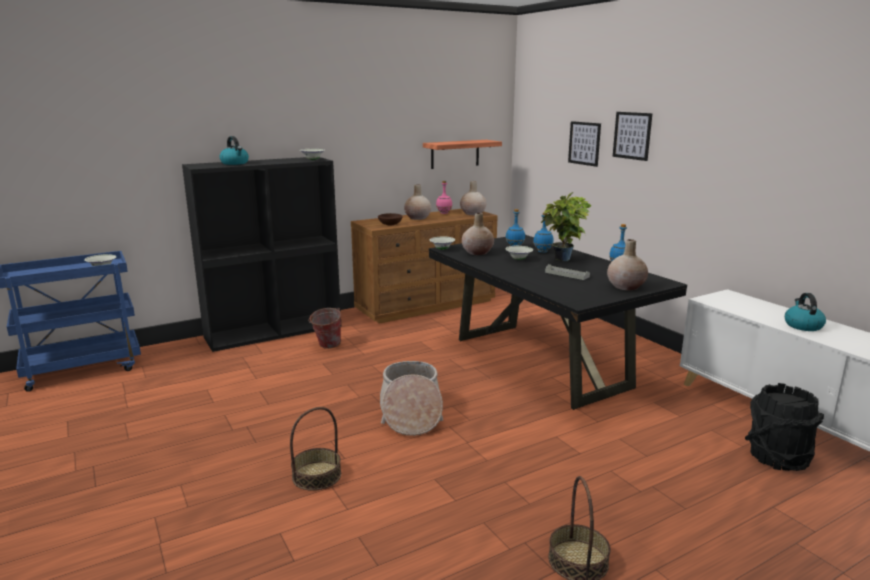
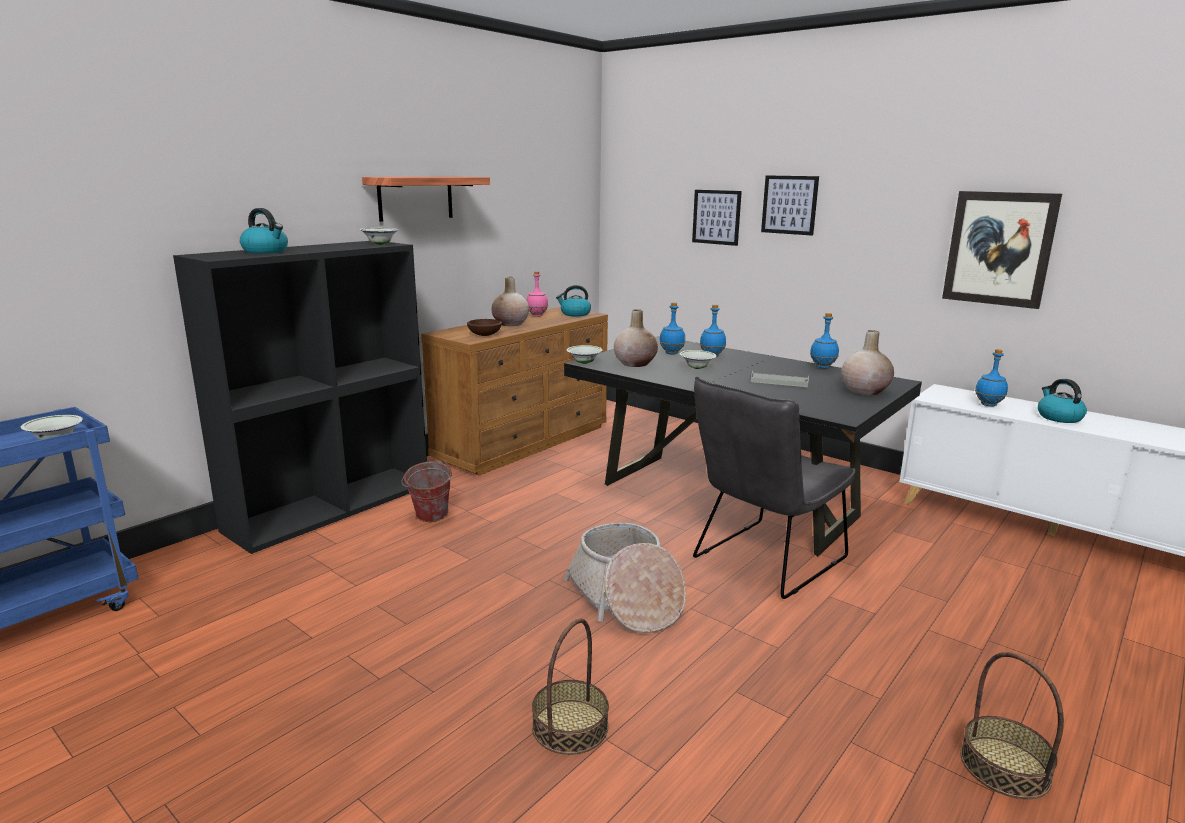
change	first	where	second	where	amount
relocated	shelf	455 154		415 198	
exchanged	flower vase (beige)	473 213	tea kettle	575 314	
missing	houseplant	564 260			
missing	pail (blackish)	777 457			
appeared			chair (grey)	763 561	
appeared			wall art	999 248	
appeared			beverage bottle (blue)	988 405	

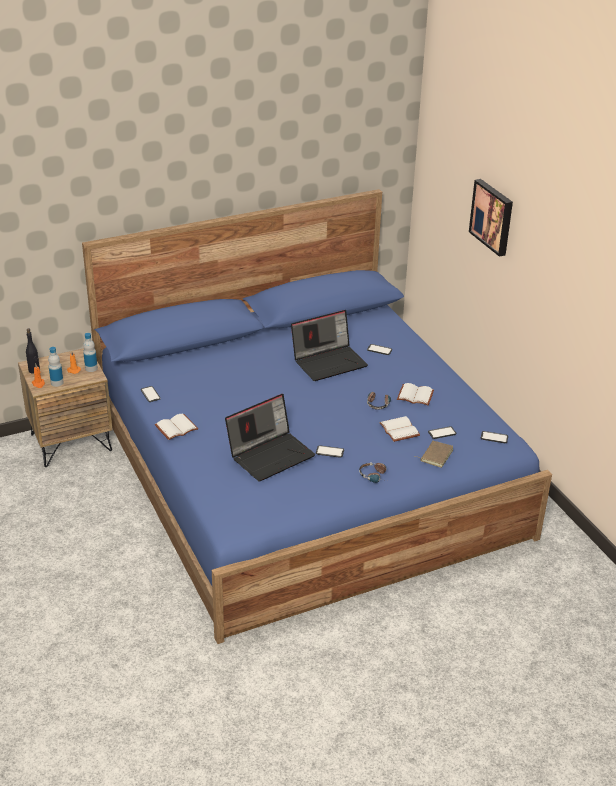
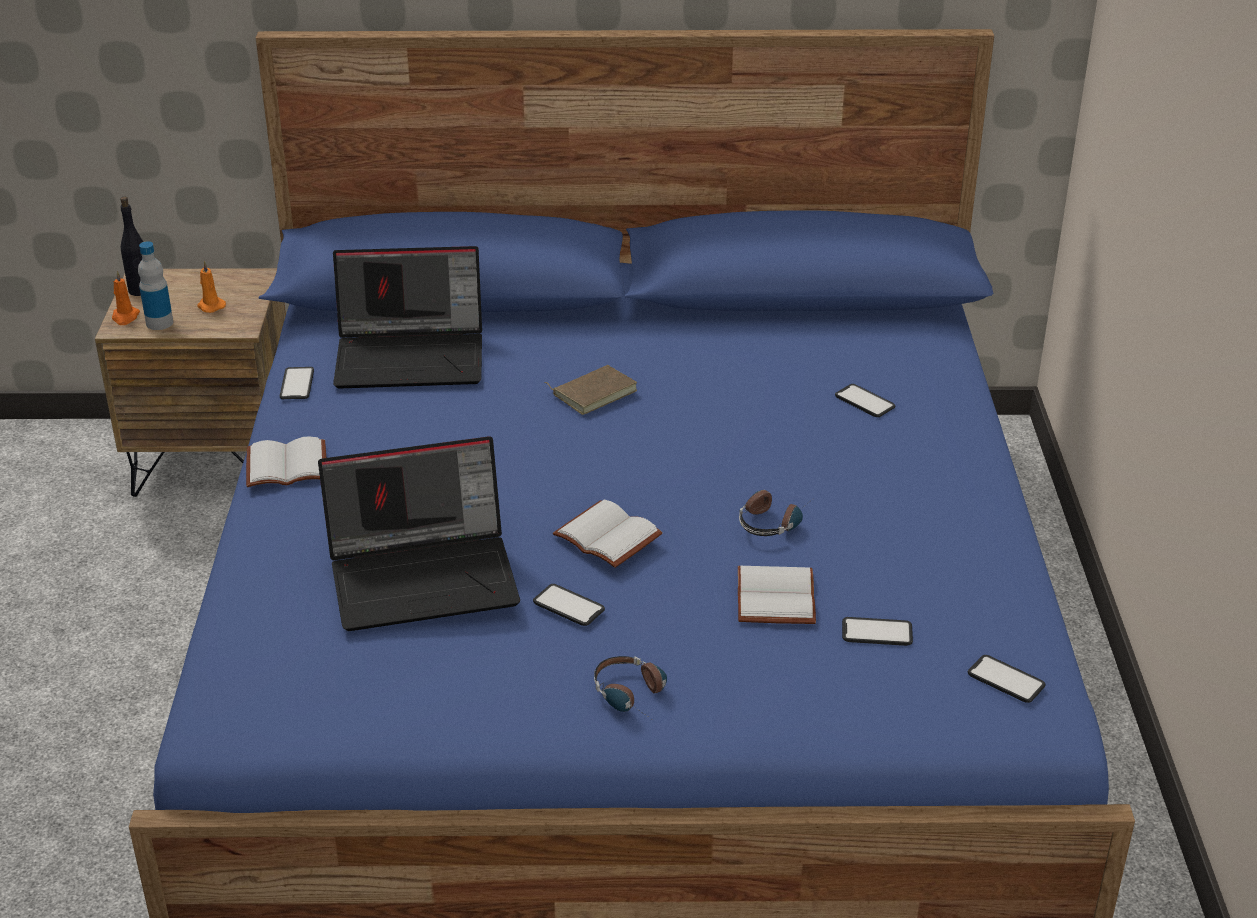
change	first	where	second	where	amount
missing	beverage bottle	91 368			
relocated	portable computer	329 361		412 356	
relocated	volume (white)	414 396		604 537	
relocated	volume (brown)	435 455		593 392	
missing	wall art	493 216			

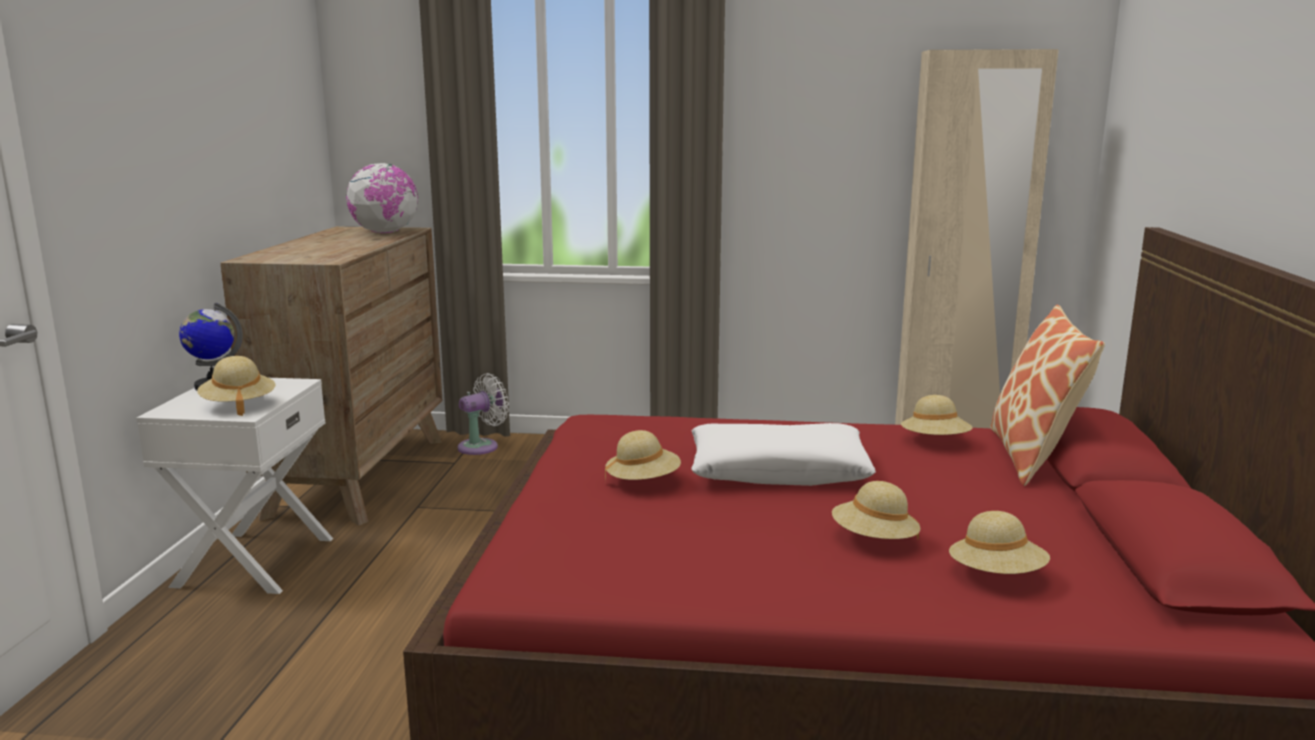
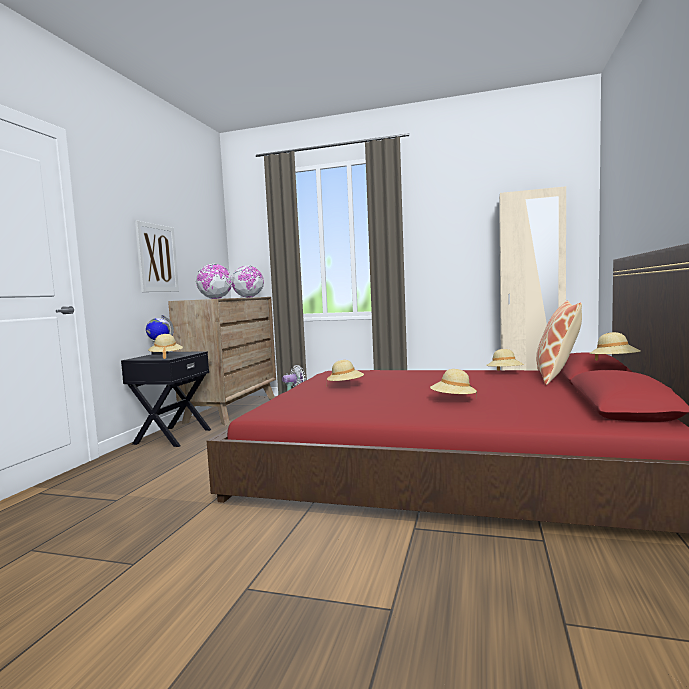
change	first	where	second	where	amount
colour	night table (white)	253 561	night table (blackish)	172 436	
missing	pillow (white)	778 471			
relocated	wearable hat (beige)	996 575		614 363	
appeared			wall art	157 258	
appeared			desk globe	215 298	

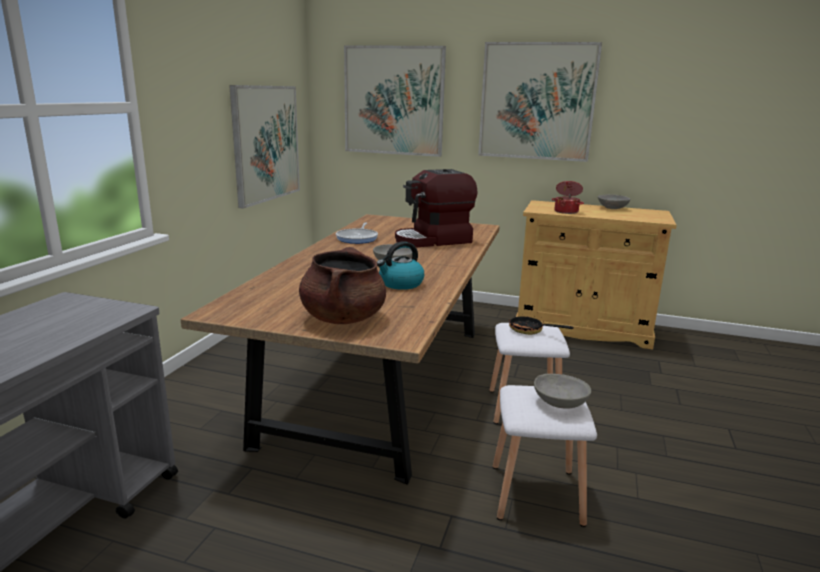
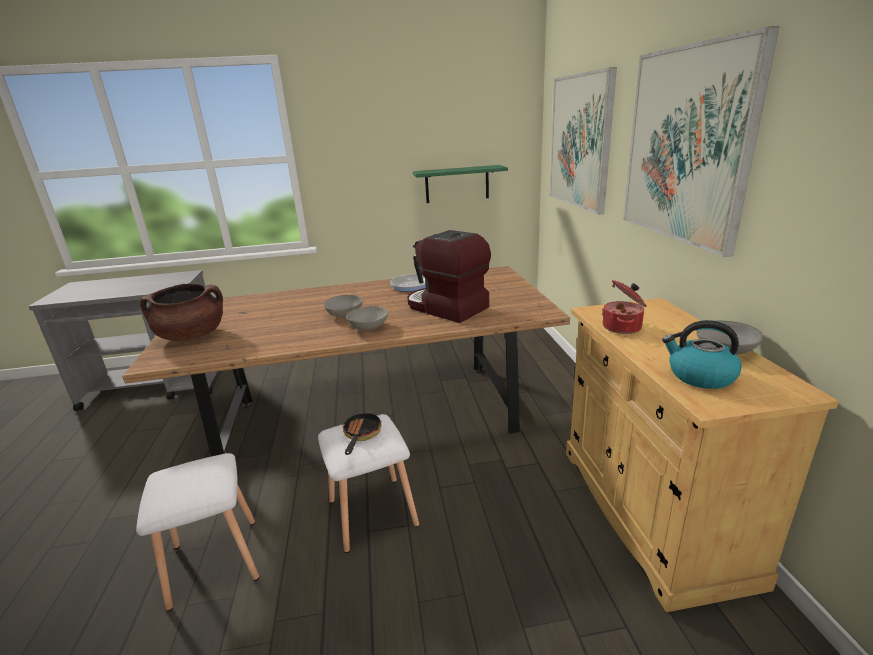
change	first	where	second	where	amount
exchanged	wall art	266 143	shelf (green-coloured)	457 184	
relocated	tea kettle	400 284		699 376	
relocated	deep dish (grey)	559 403		368 327	

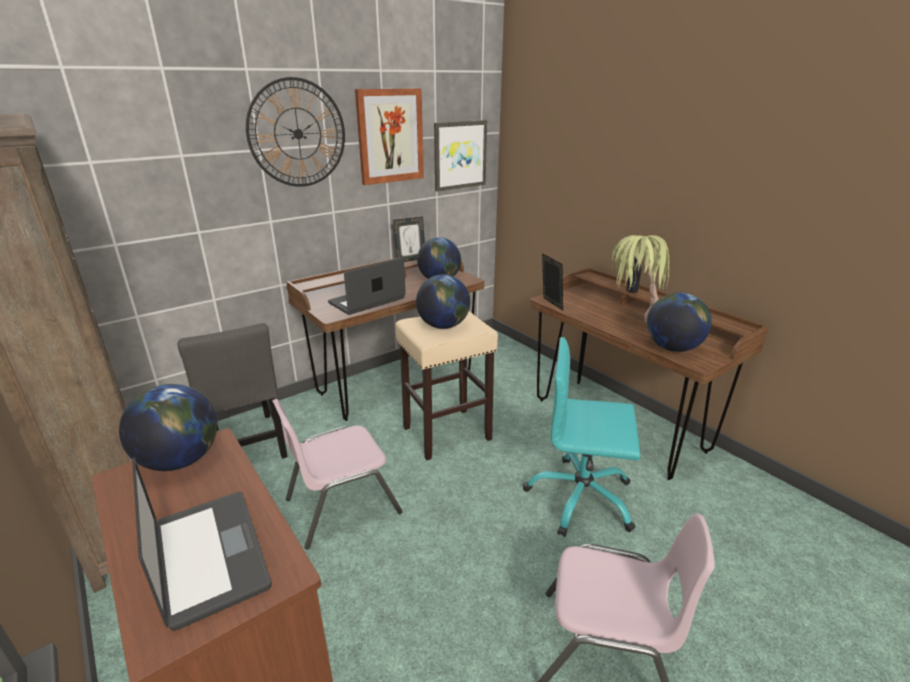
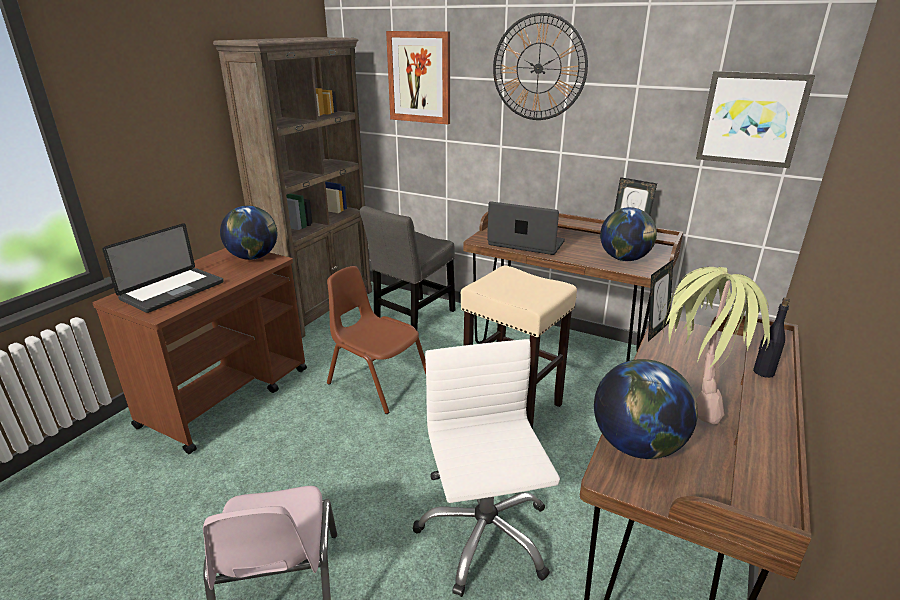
change	first	where	second	where	amount
colour	chair (pink-coloured)	342 505	chair (brown)	378 382	
relocated	wall art	390 136		419 77	
missing	desk globe	443 326			
colour	desk chair (blue-green)	580 498	desk chair (white)	484 535	

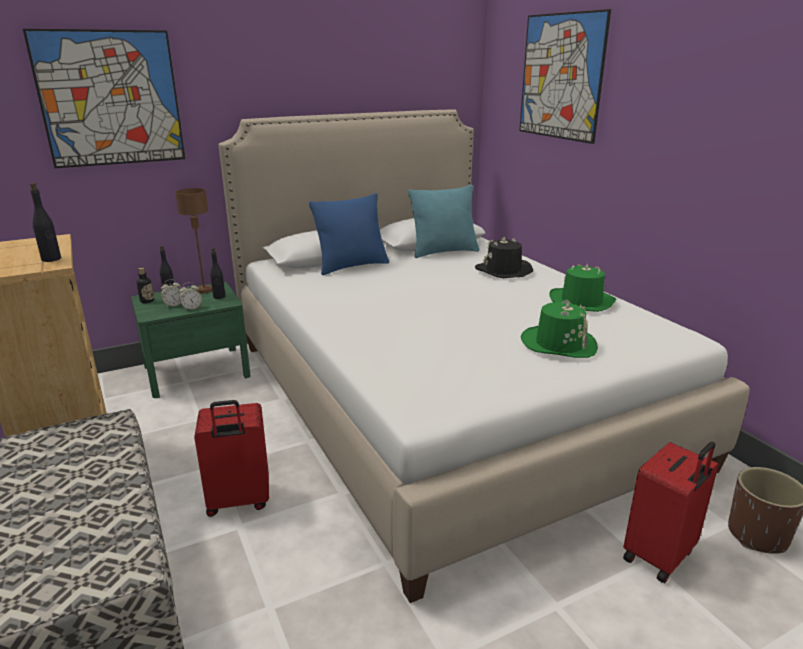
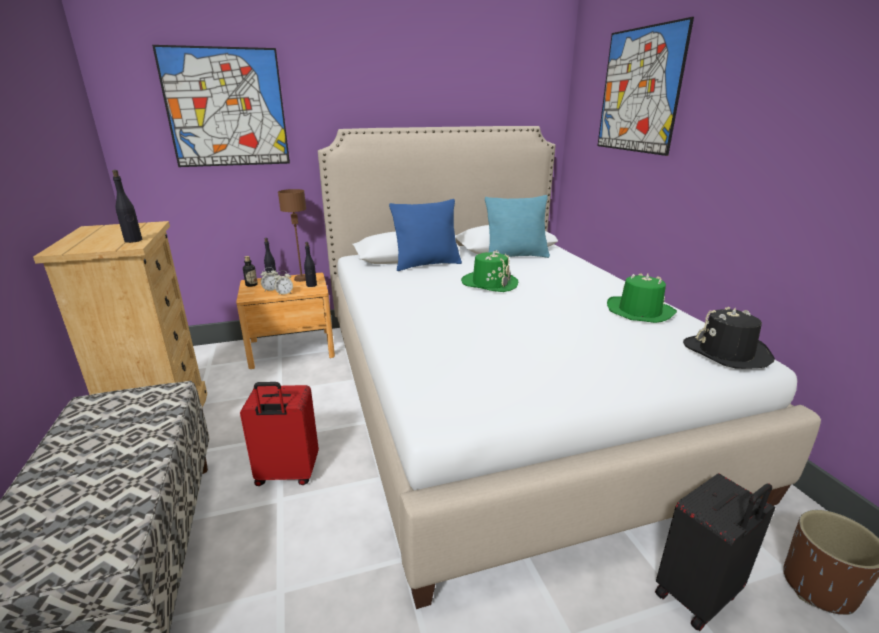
change	first	where	second	where	amount
colour	night table (green-coloured)	197 371	night table (brown)	292 348	
relocated	wearable hat (blackish)	503 271		726 352	
relocated	wearable hat (green-coloured)	559 344		489 283	
colour	travel case (reddish)	660 556	travel case (blackish)	698 596	

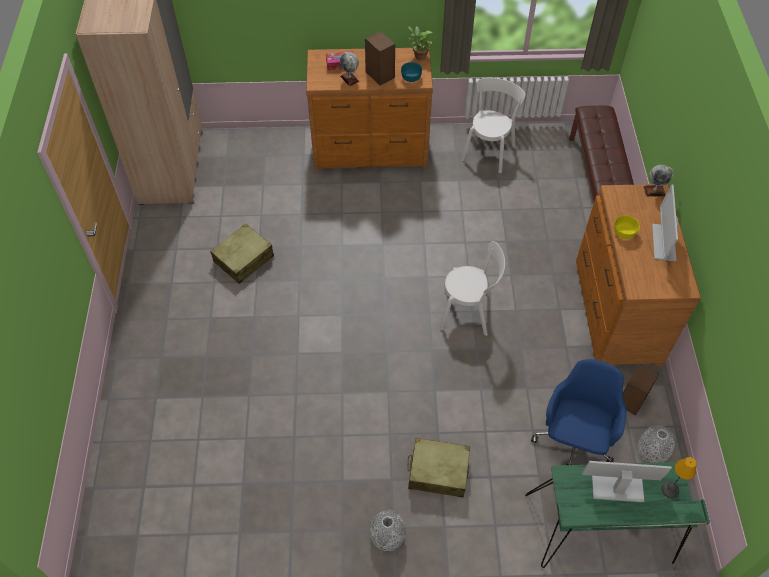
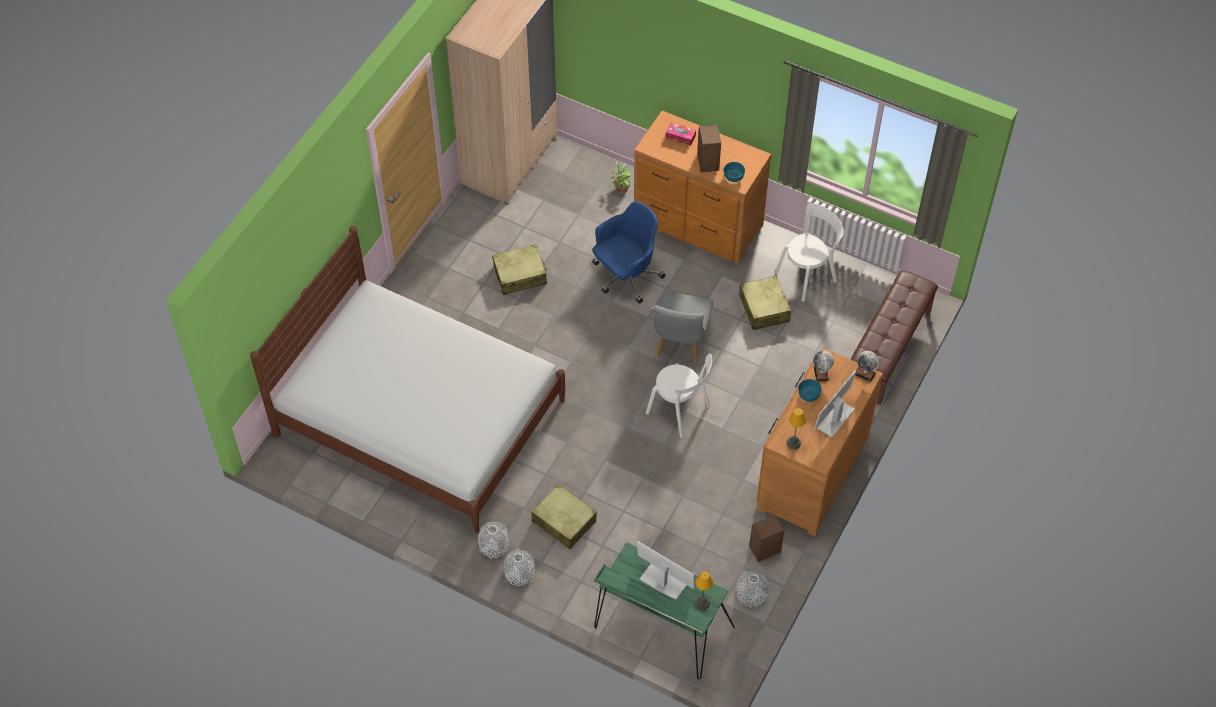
change	first	where	second	where	amount
relocated	desk globe	350 79		821 373	
relocated	houseplant	419 56		621 189	
relocated	desk chair (blue)	574 439		626 276	
colour	deep dish (yellow)	624 232	deep dish (blue-green)	809 395	
appeared			bedroom bed (white)	420 417	
appeared			flower vase (grey)	519 573	
appeared			chair (grey)	680 345	
appeared			travel case (beige)	764 309	
appeared			tabletop lamp	794 443	

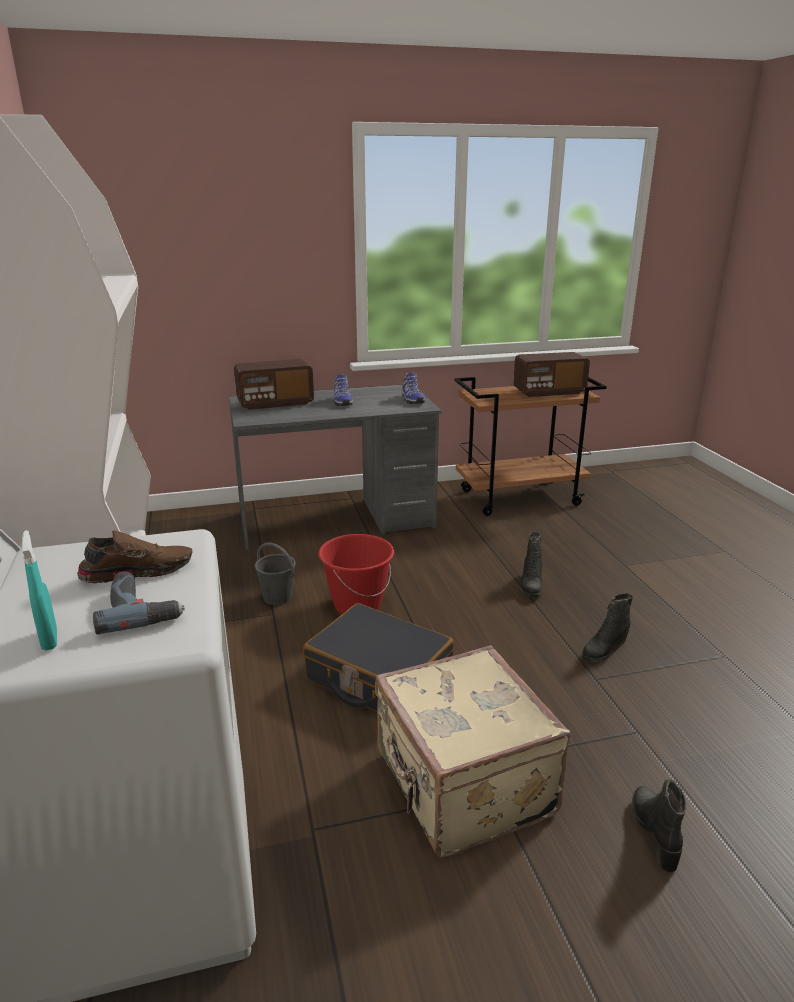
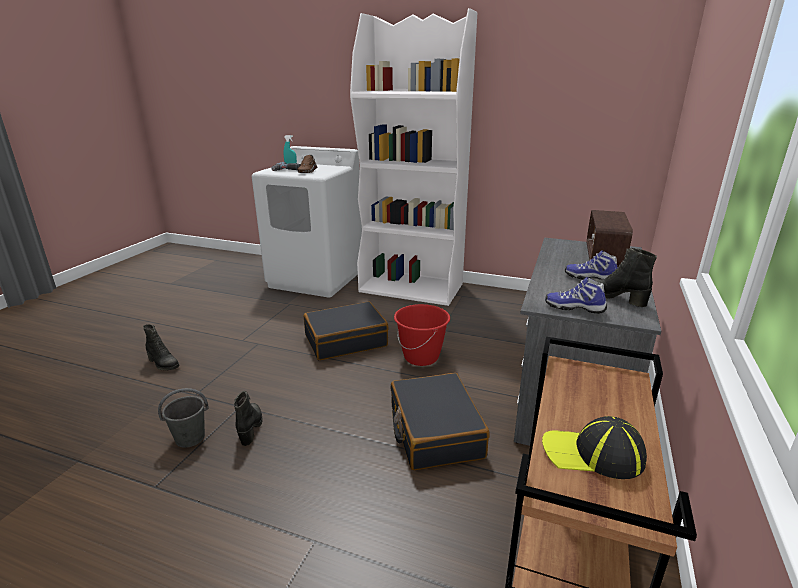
change	first	where	second	where	amount
relocated	pail (grey)	277 597		190 438	
missing	travel case (beige)	461 785			
exchanged	radio set	549 392	cap	593 454	
relocated	high-top boot (blackish)	530 585		614 297	
appeared			travel case (blackish)	434 431	

